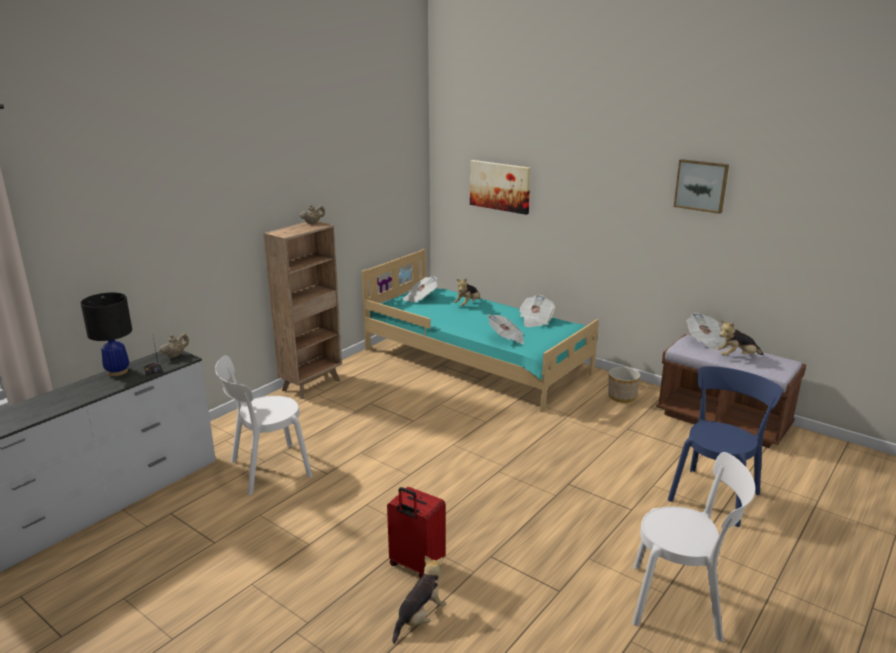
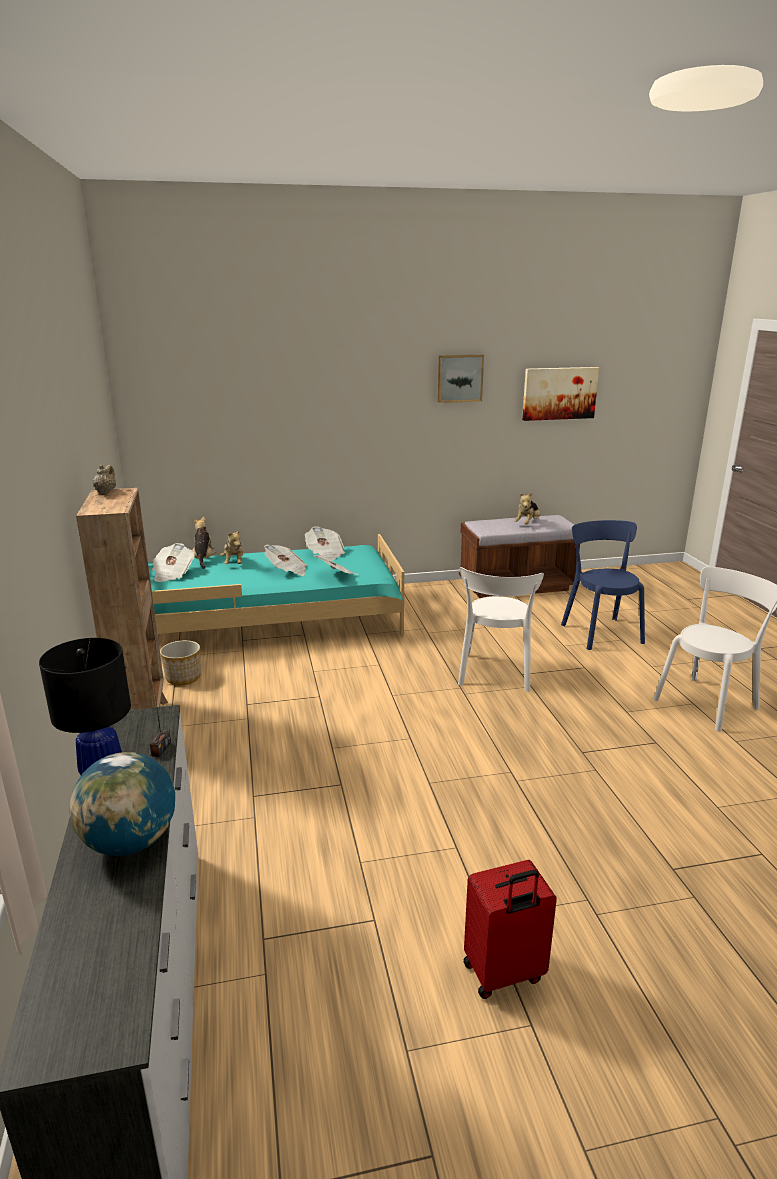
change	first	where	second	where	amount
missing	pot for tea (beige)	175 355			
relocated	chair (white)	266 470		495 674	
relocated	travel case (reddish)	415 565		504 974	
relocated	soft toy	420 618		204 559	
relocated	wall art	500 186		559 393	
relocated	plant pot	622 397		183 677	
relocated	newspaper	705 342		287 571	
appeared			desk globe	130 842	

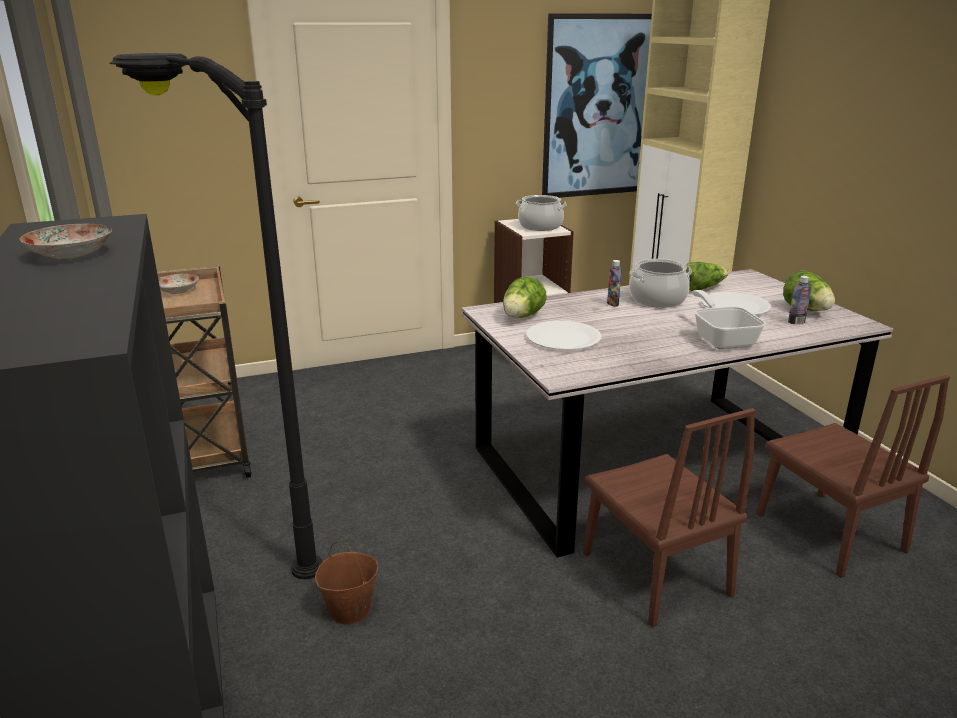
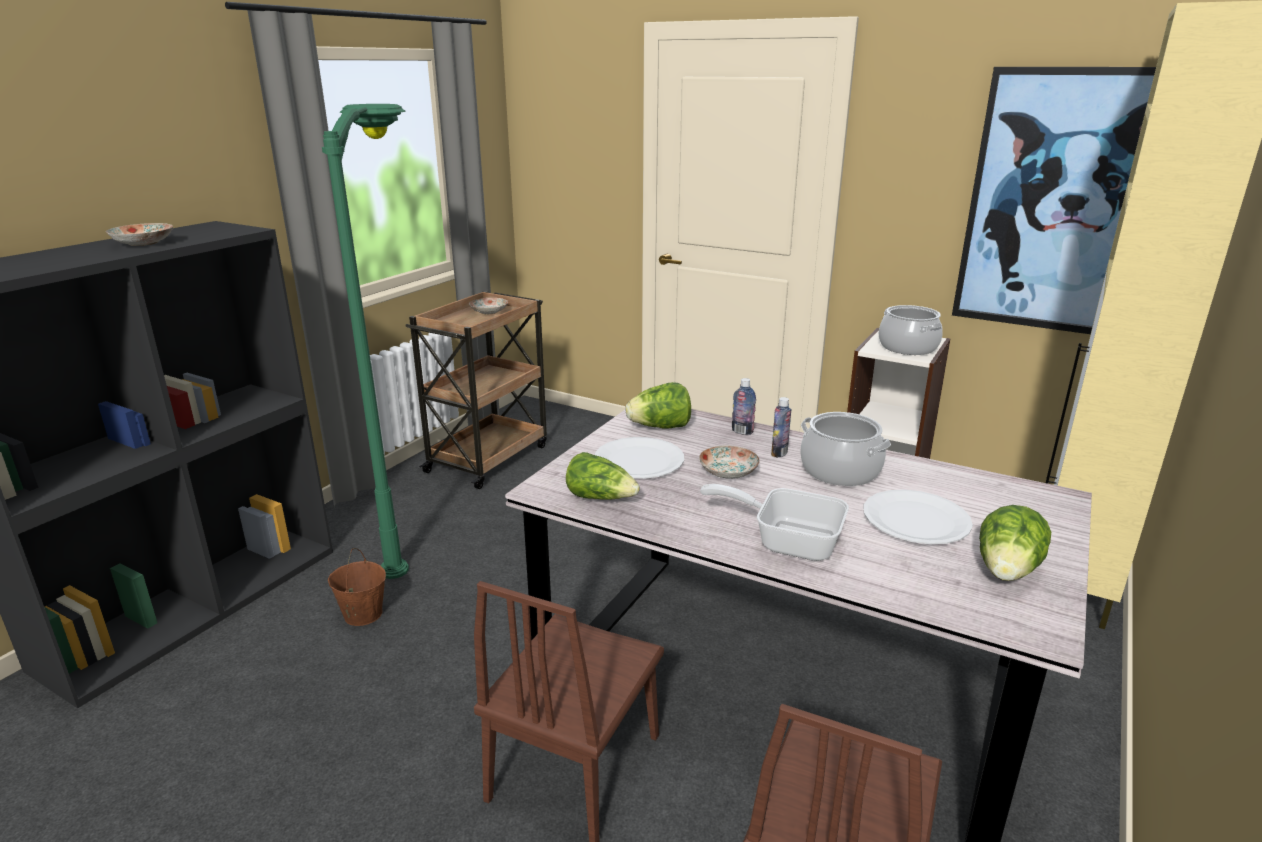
change	first	where	second	where	amount
colour	standard lamp (blackish)	247 531	standard lamp (green-coloured)	414 524	
relocated	lettuce	702 288		601 498	
spun	frying pan	722 338		787 540	105 degrees counterclockwise
relocated	beverage bottle	796 322		742 431	
appeared			plate	729 472	

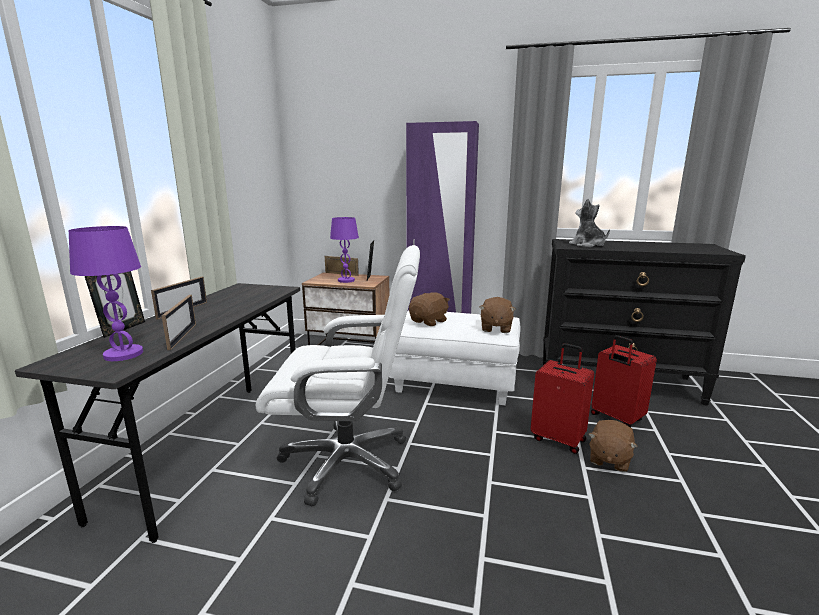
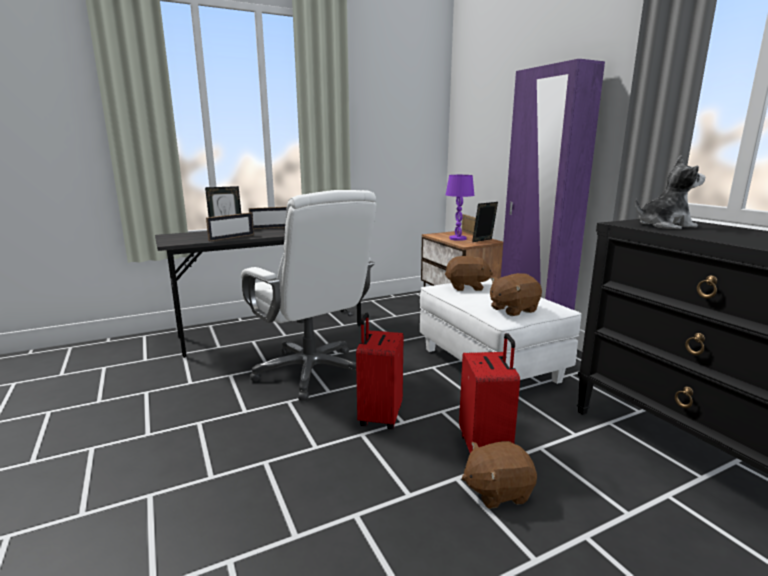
change	first	where	second	where	amount
missing	tabletop lamp (purple-coloured)	124 354			
spun	soft toy	587 245		664 226	60 degrees clockwise
relocated	travel case (reddish)	616 418		379 417	

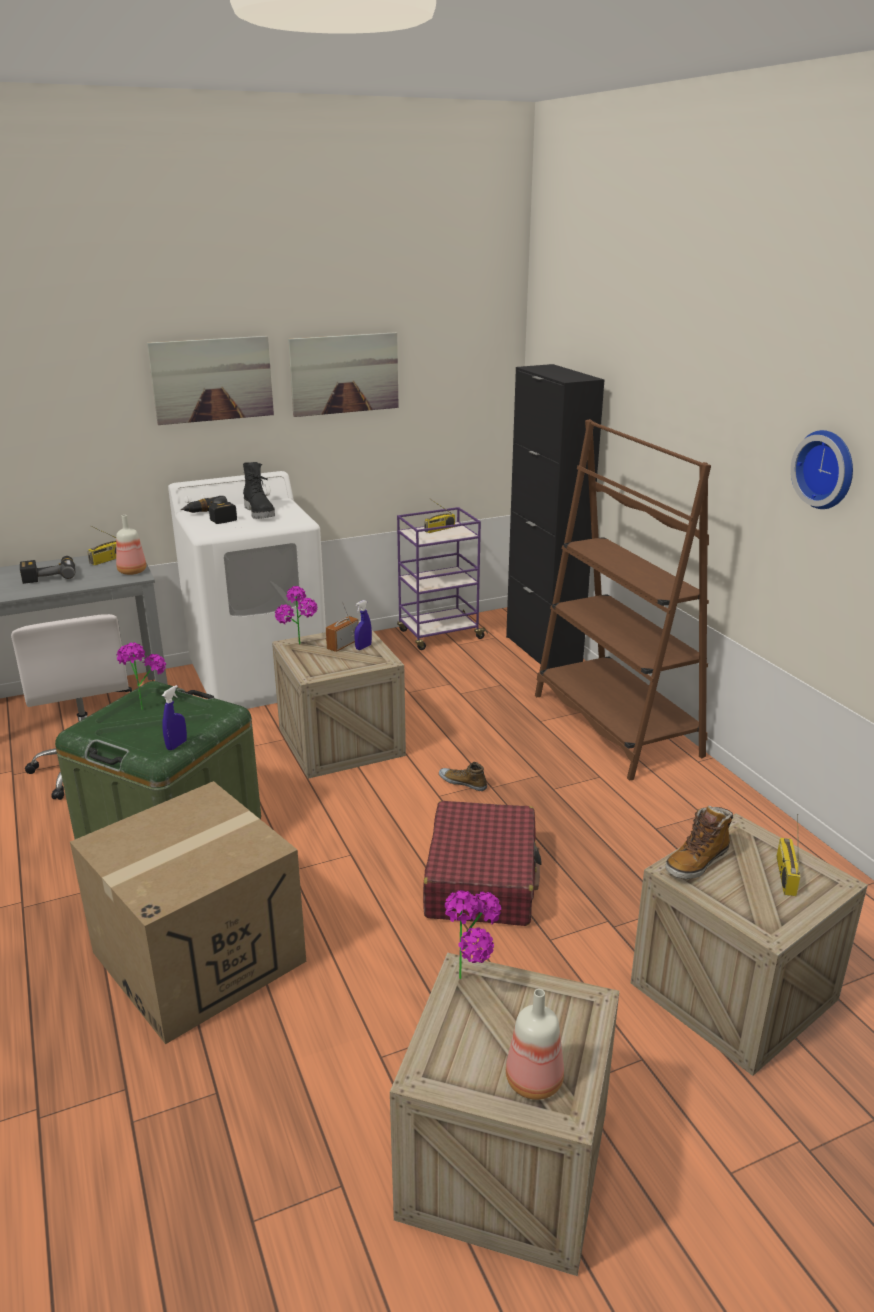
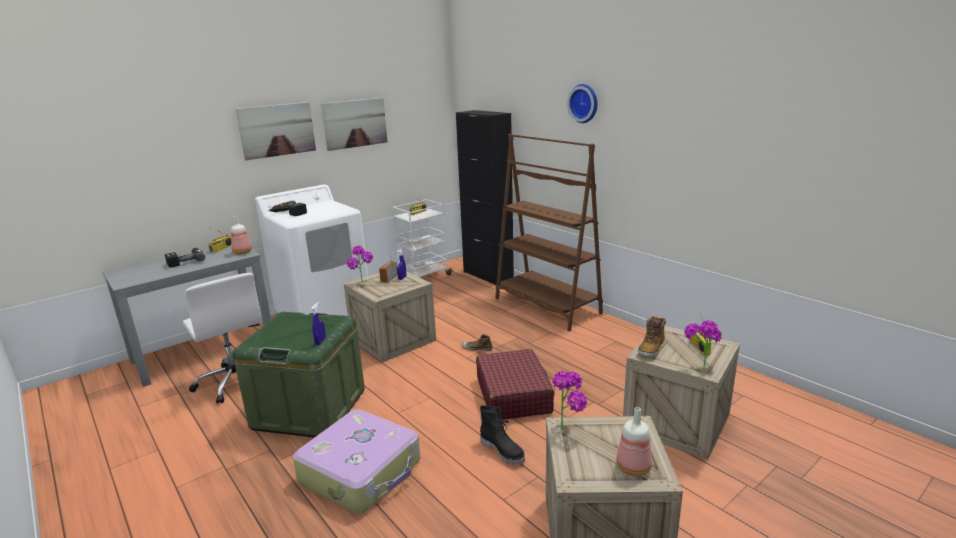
change	first	where	second	where	amount
exchanged	cardboard box	199 956	travel case	362 471	
relocated	houseplant	145 705		699 367	
relocated	high-top boot (blackish)	260 513		503 451	
colour	cart (purple-coloured)	439 635	cart (white)	424 276	
relocated	wall clock	827 469		584 103	

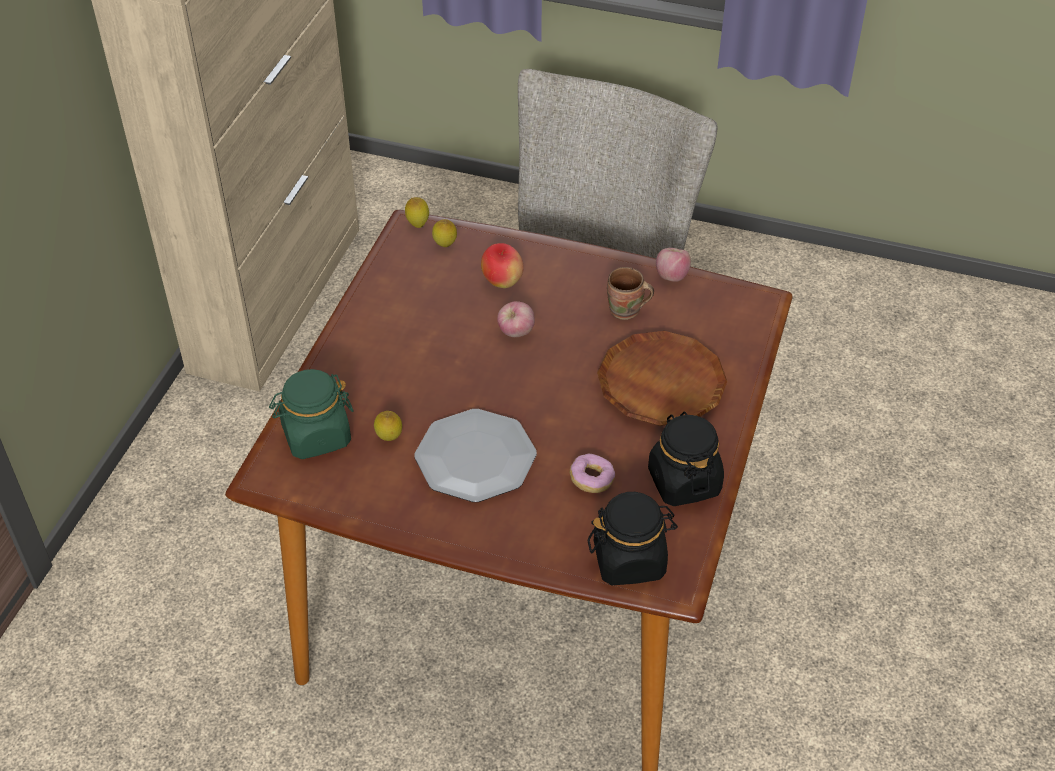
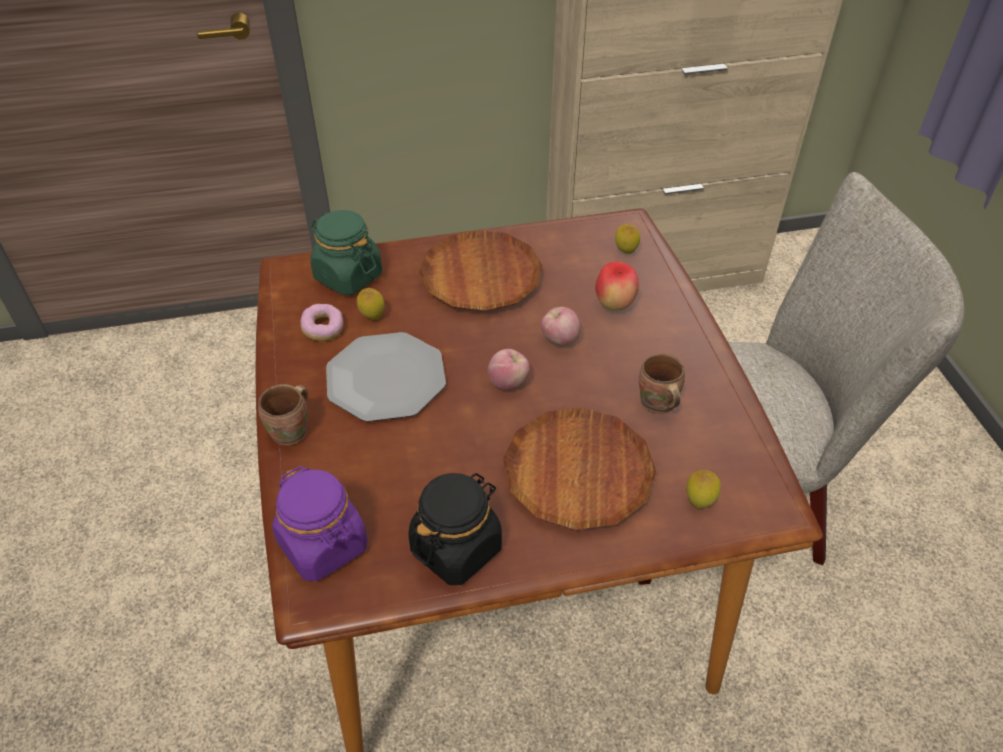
change	first	where	second	where	amount
relocated	lemon	418 224		699 502	
relocated	donut	592 480		323 329	
colour	storage jar (blackish)	629 560	storage jar (purple-coloured)	323 545	
relocated	apple	672 276		508 383	
appeared			coffee mug (brown)	293 432	
appeared			plate (brown)	481 277	

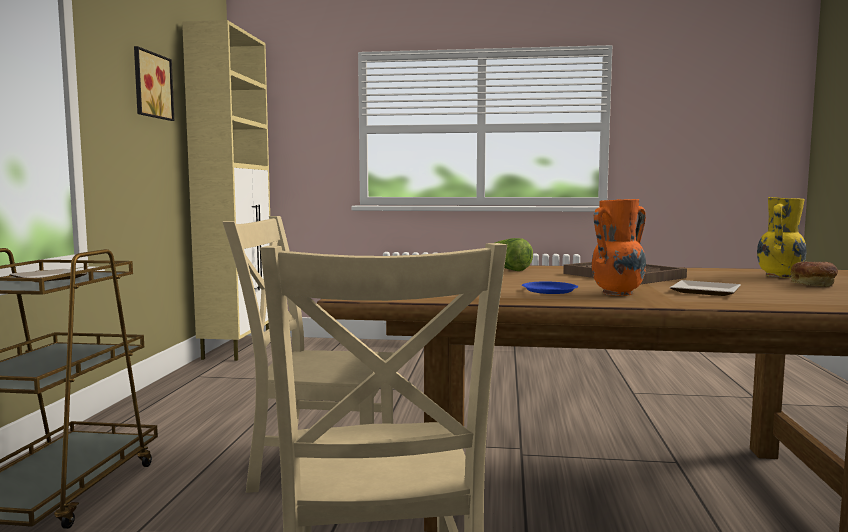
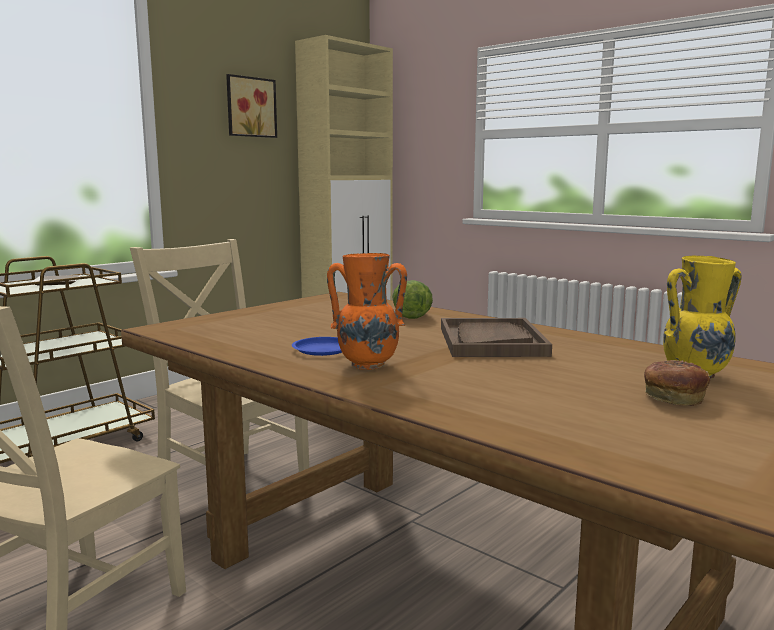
change	first	where	second	where	amount
missing	plate	707 291			

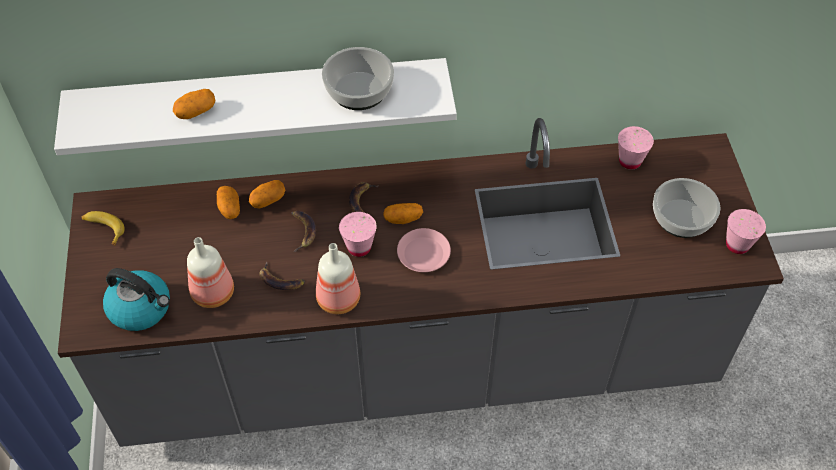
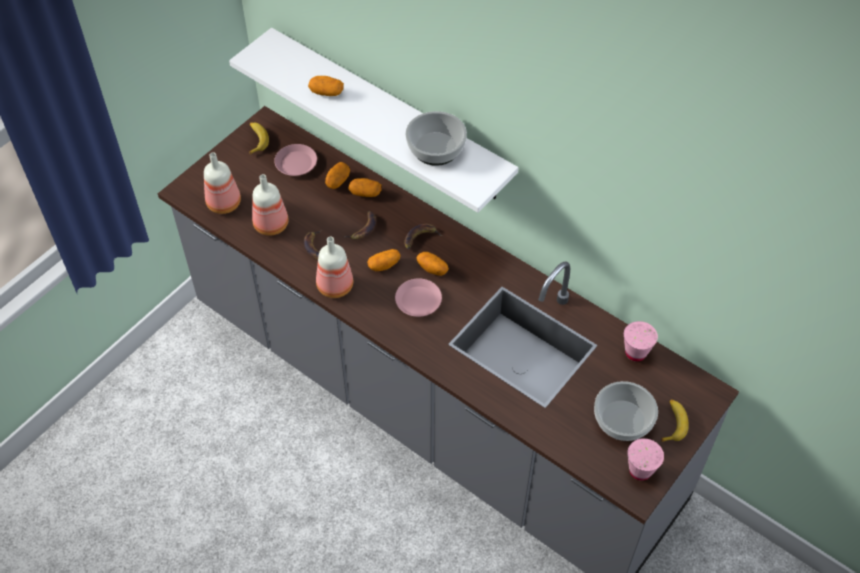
change	first	where	second	where	amount
exchanged	tea kettle	141 308	beverage bottle	224 203	
exchanged	drinking cup (pink-coloured)	359 247	potato	384 265	
appeared			plate (pink-coloured)	296 163	
appeared			banana	672 423	

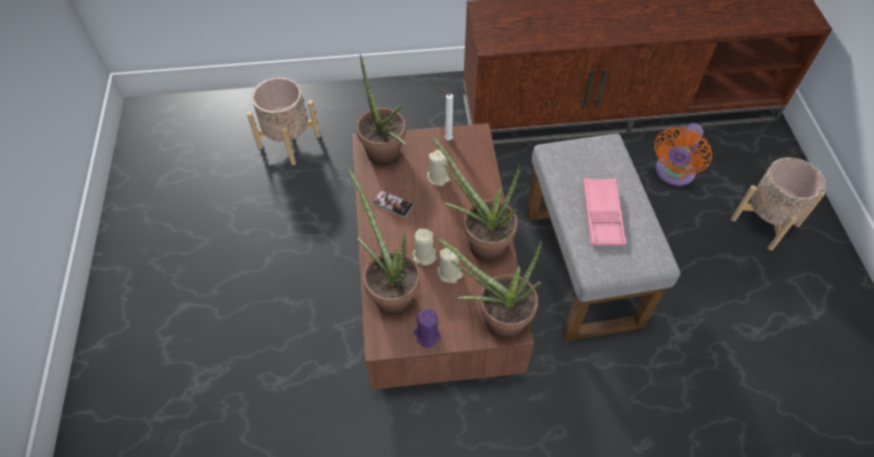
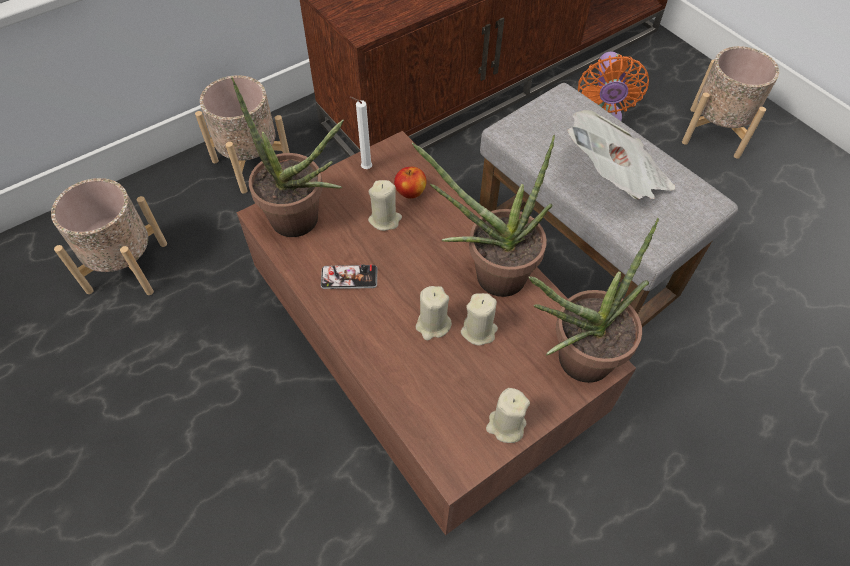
change	first	where	second	where	amount
missing	houseplant	389 291			
colour	wax candle (purple-coloured)	427 335	wax candle (beige)	505 425	
exchanged	tray (pink-coloured)	602 215	newspaper	615 178	
appeared			plant pot (beige)	251 163	
appeared			apple	410 192	

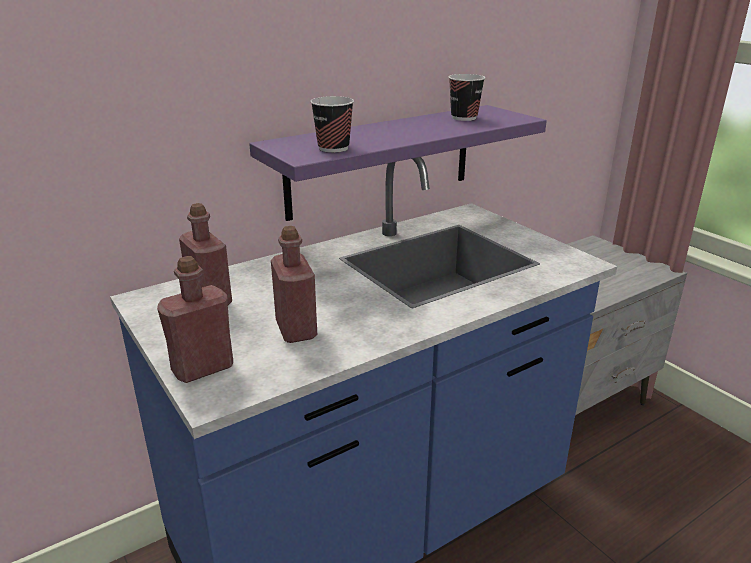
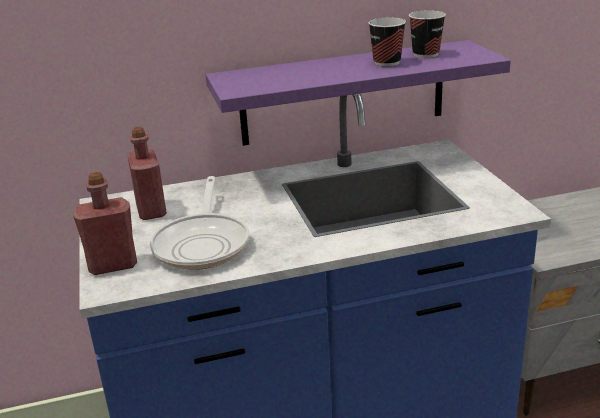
change	first	where	second	where	amount
exchanged	beverage bottle (reddish)	296 330	frying pan	203 244	
relocated	drinking cup	333 148		387 62	

